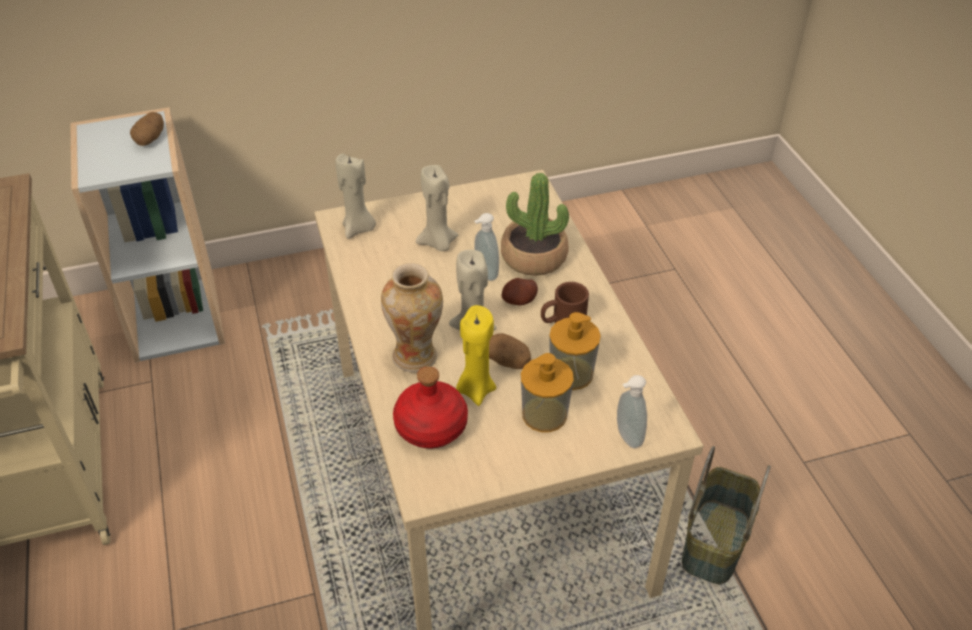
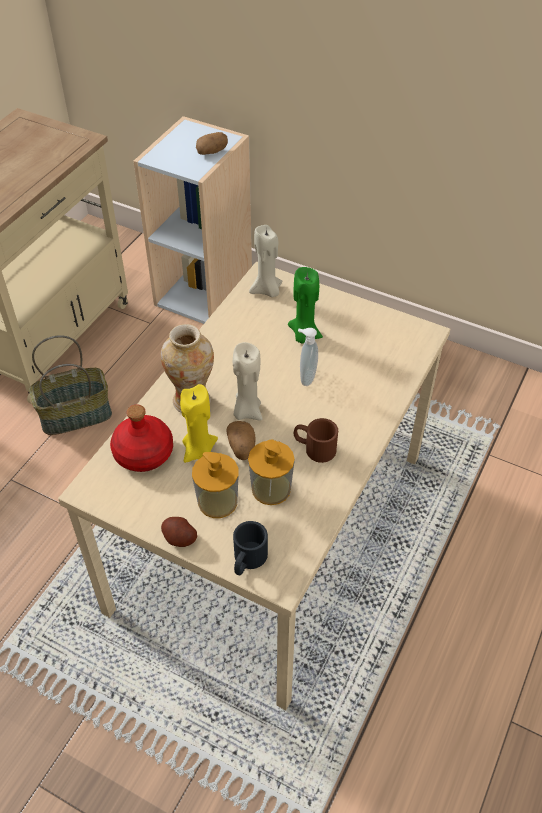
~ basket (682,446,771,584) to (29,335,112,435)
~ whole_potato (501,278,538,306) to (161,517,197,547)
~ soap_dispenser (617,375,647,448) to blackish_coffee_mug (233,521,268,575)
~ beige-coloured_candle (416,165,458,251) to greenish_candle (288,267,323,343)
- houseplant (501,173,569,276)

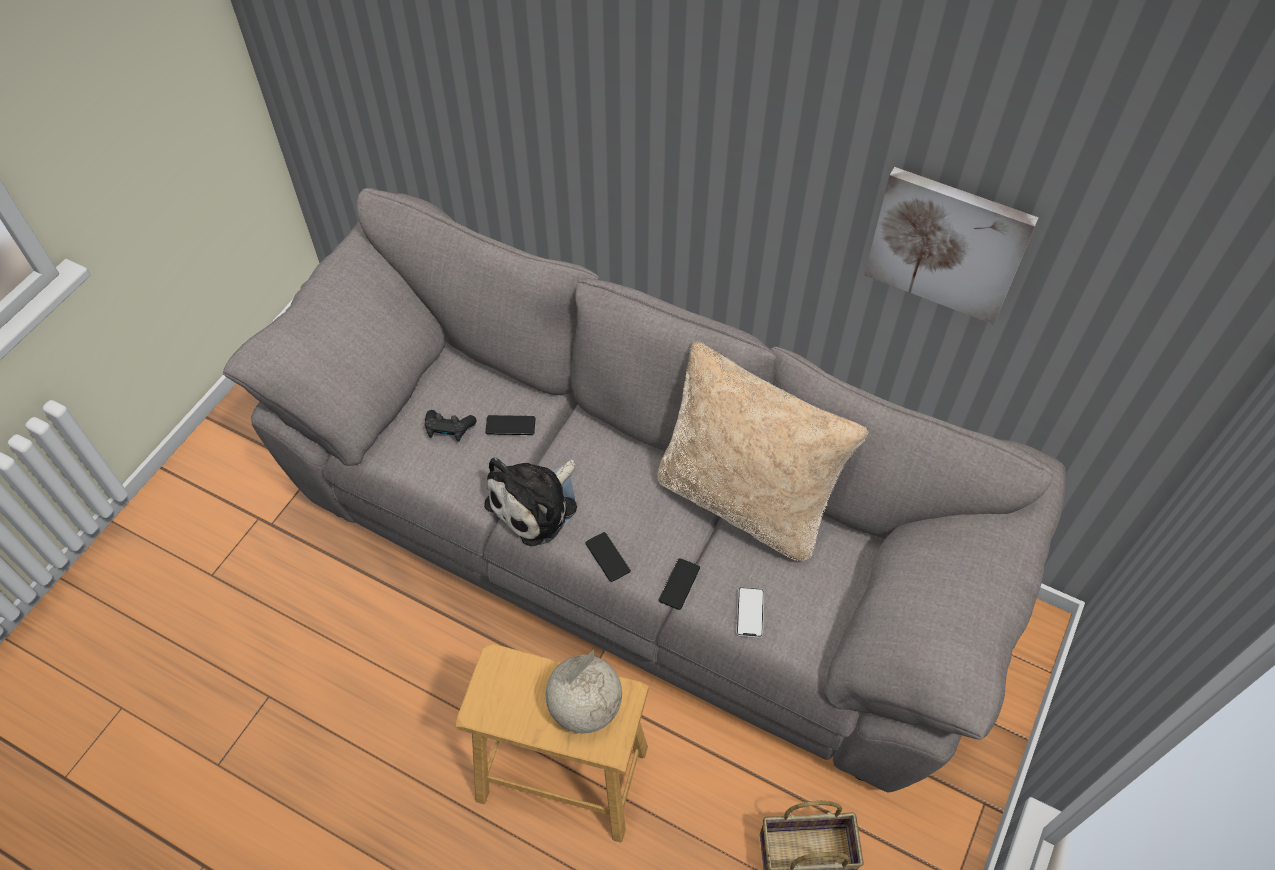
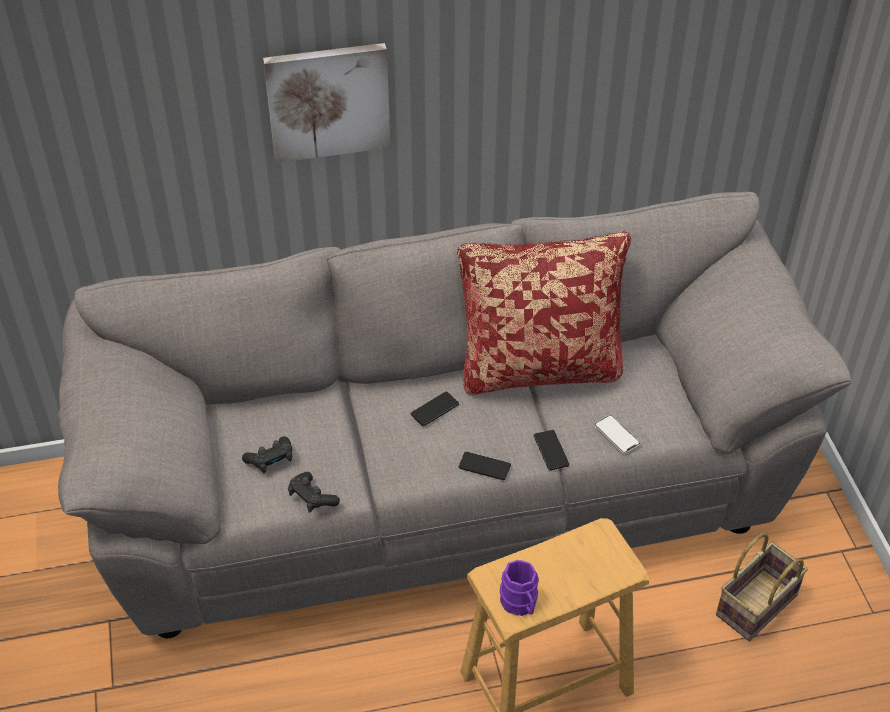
~ wall_art (864,167,1039,325) to (263,43,391,163)
+ blackish_game_controller (288,472,340,513)
~ handset (485,415,536,435) to (411,392,459,426)
~ beige-coloured_cushion (657,341,869,561) to reddish_cushion (457,231,631,395)
+ purplish_coffee_mug (500,560,539,616)
- soft_toy (484,458,577,546)
- globe (546,650,622,733)

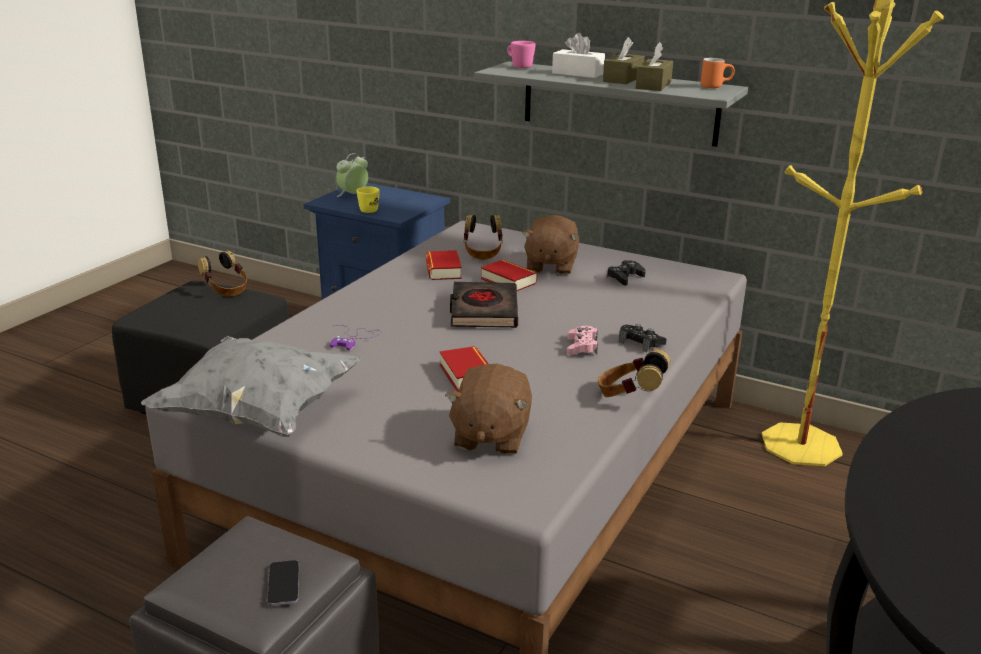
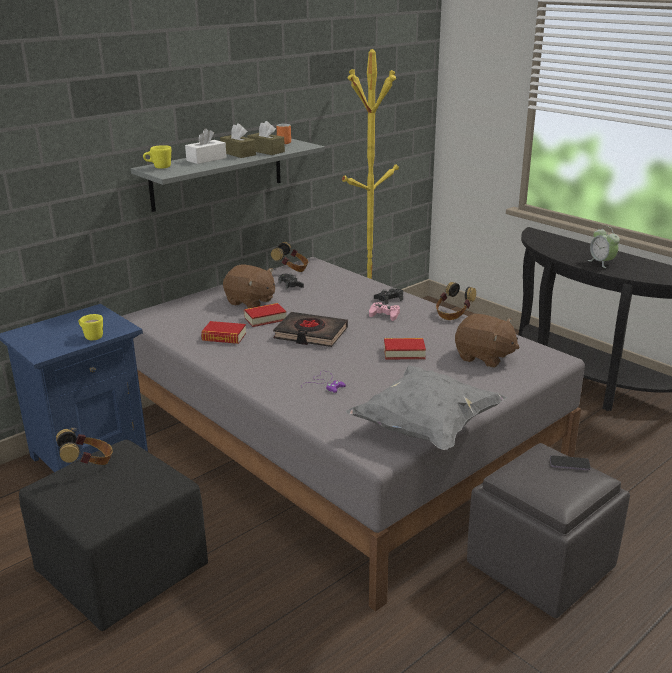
~ pink-coloured_coffee_mug (507,41,536,68) to yellow-coloured_coffee_mug (143,145,171,169)
~ headset (464,215,503,260) to (271,242,308,272)
~ table_clock (336,153,368,197) to (588,226,620,268)

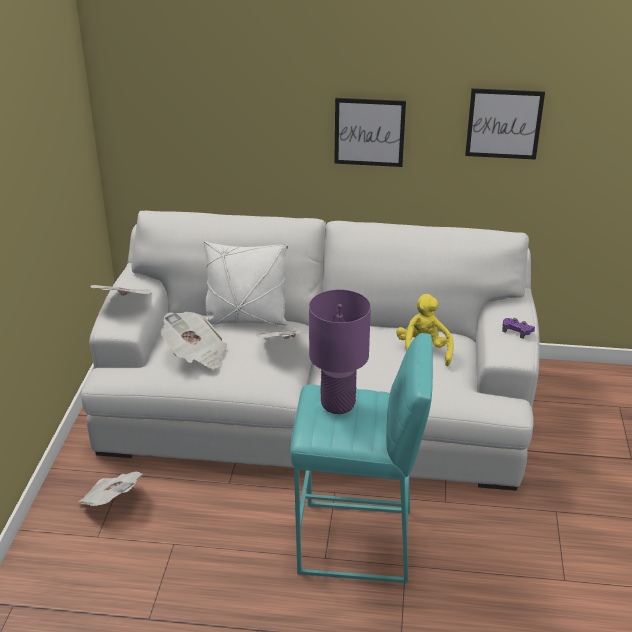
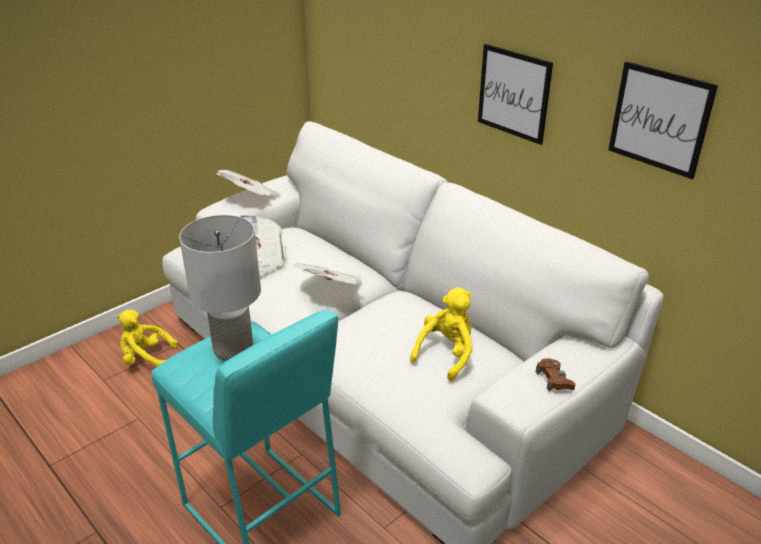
~ daily_paper (79,471,143,506) to yellow-coloured_soft_toy (117,310,178,367)
~ purplish_table_lamp (309,289,371,414) to gray_table_lamp (179,215,261,361)
~ purplish_game_controller (502,318,535,339) to brown-coloured_game_controller (536,358,575,391)
- white_cushion (203,241,288,326)

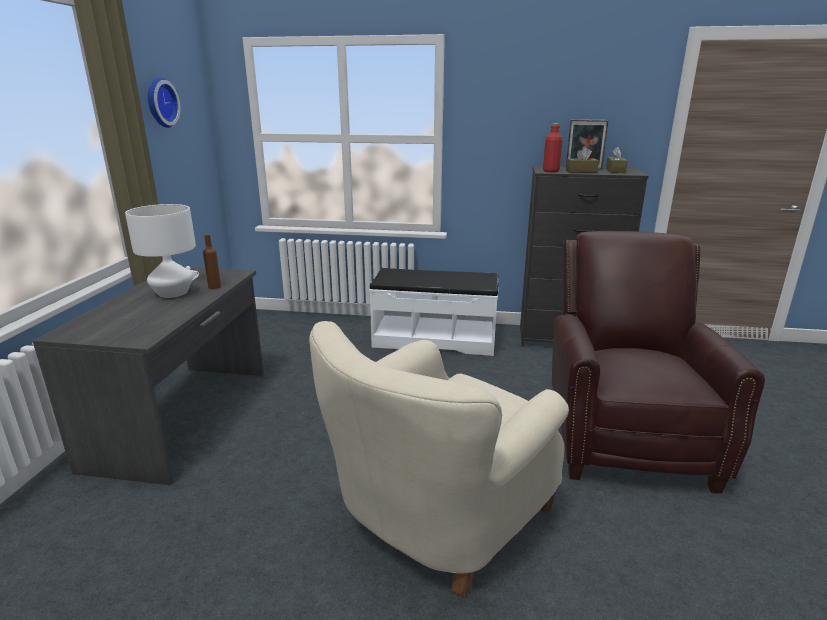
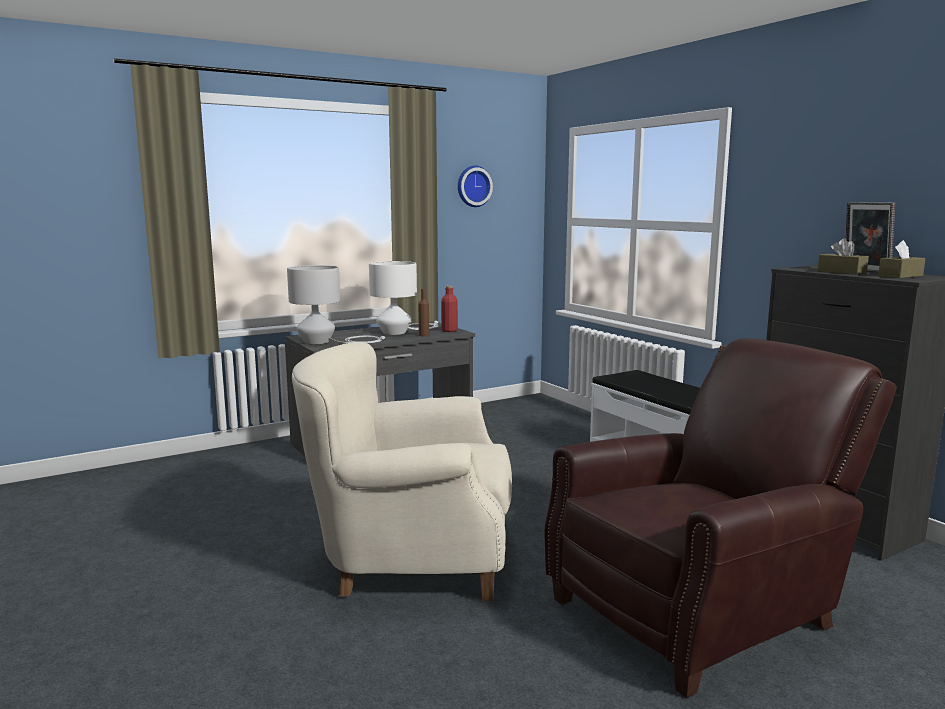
+ gray_table_lamp (287,265,385,345)
~ reddish_beverage_bottle (543,124,563,172) to (441,286,458,332)

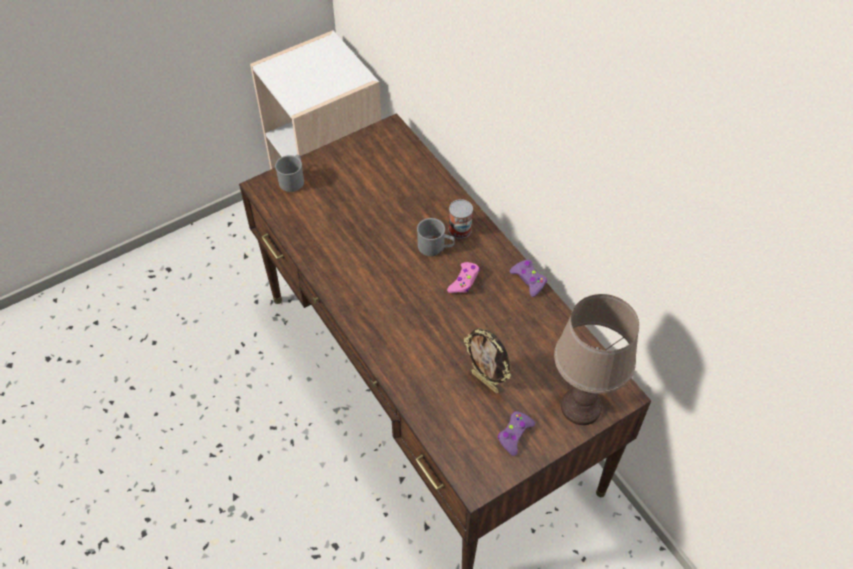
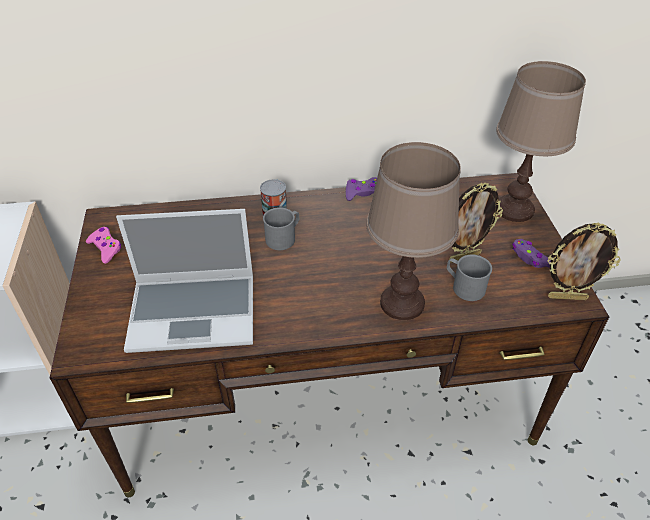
~ pink-coloured_game_controller (447,262,480,293) to (86,227,121,264)
+ laptop (116,209,253,353)
+ brown-coloured_table_lamp (366,142,461,320)
~ gray_coffee_mug (275,155,304,192) to (447,255,492,301)
+ standing_frame (547,222,621,300)

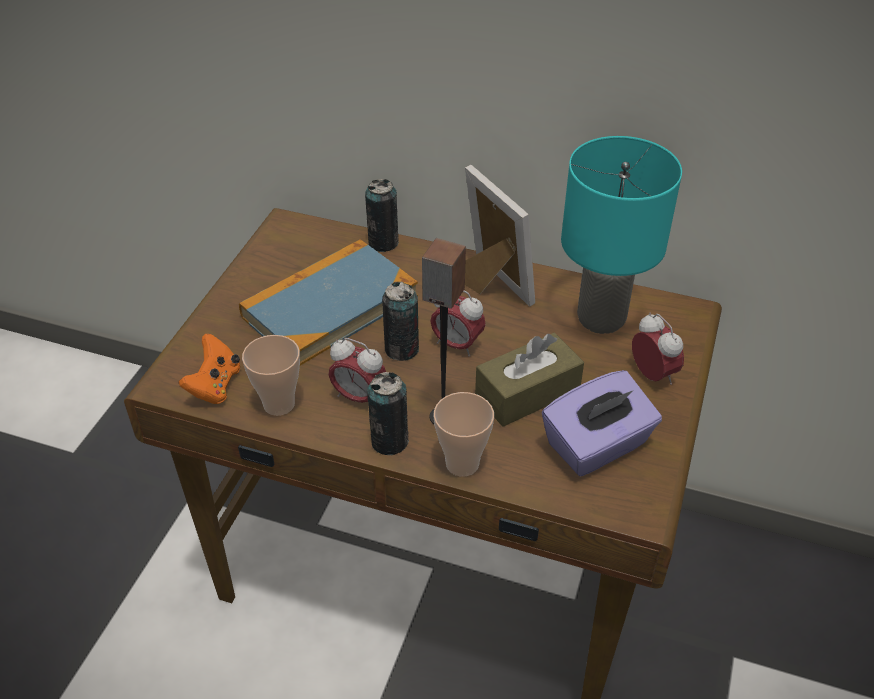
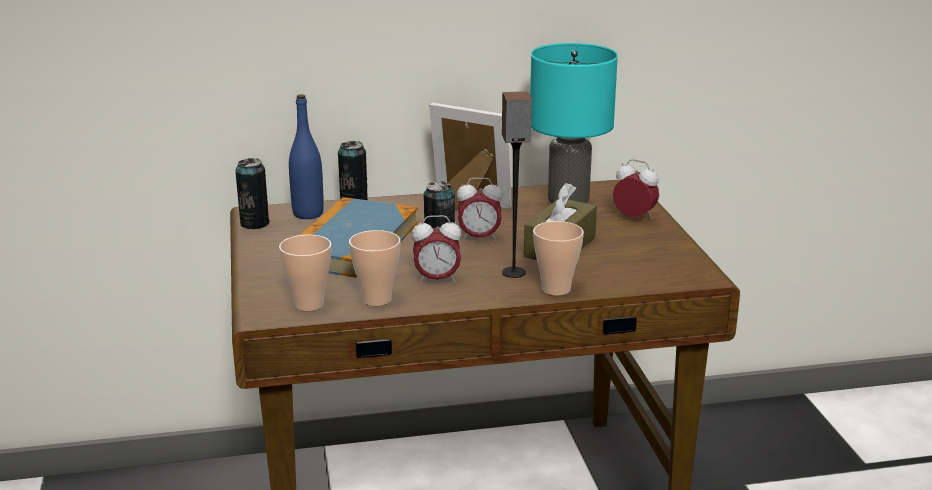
~ sealed_can (367,372,409,455) to (235,158,270,229)
~ orange-coloured_game_controller (179,334,240,404) to drinking_cup (279,235,332,311)
+ bluish_beverage_bottle (289,94,324,219)
- purplish_box_of_tissues (542,370,662,476)

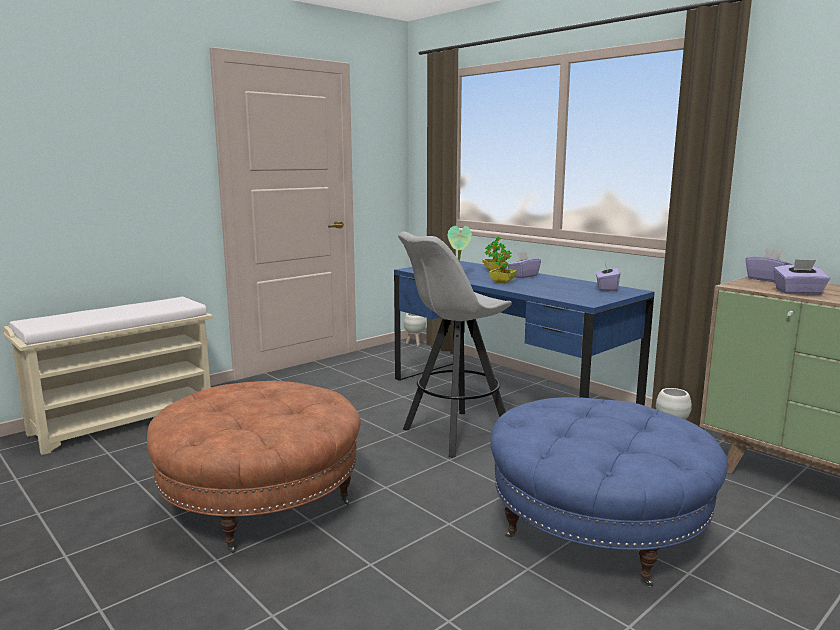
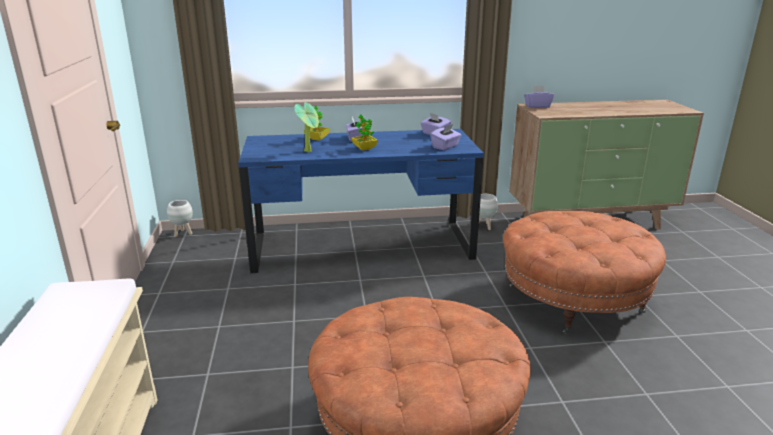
~ purplish_box_of_tissues (774,259,830,295) to (430,124,461,150)
~ bluish_ottoman (491,397,728,588) to brown-coloured_ottoman (503,211,666,334)
- gray_stool (398,232,512,458)

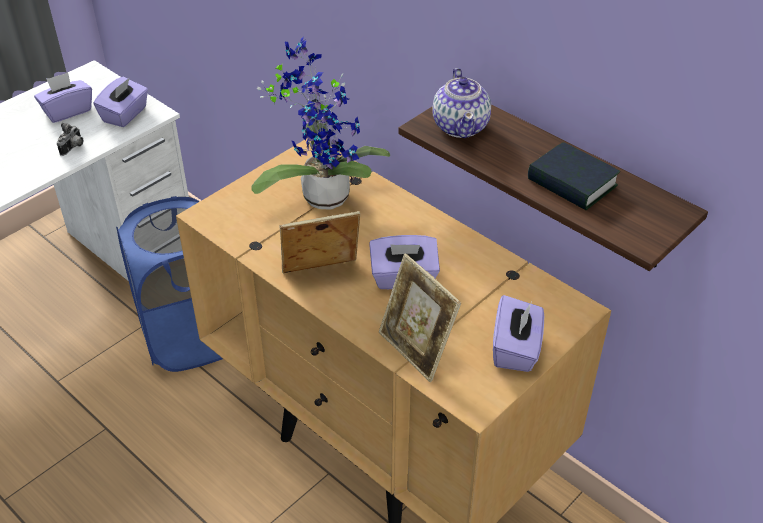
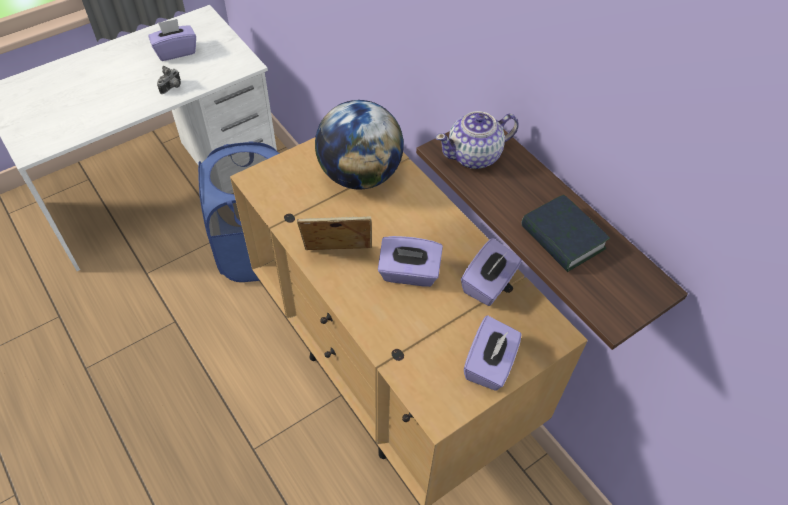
~ houseplant (251,37,390,210) to globe (315,100,404,189)
~ tea_pot (432,68,491,138) = (435,111,519,169) 60 degrees clockwise
~ purplish_box_of_tissues (93,77,148,127) to (461,238,522,306)
- standing_frame (379,254,461,382)

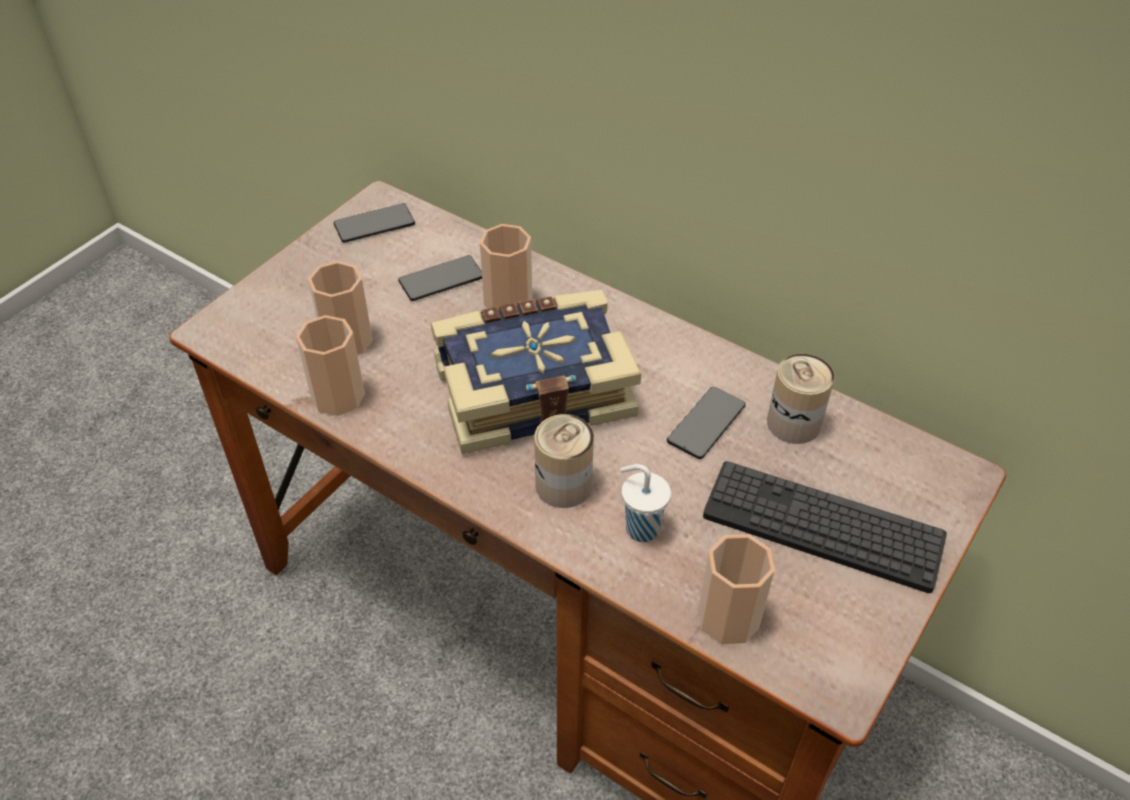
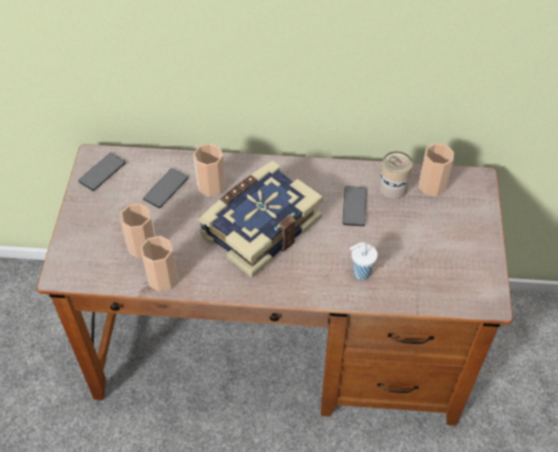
~ drinking_cup (698,534,775,644) to (418,143,454,197)
- sealed_can (534,414,594,508)
- computer_keyboard (703,461,947,593)

